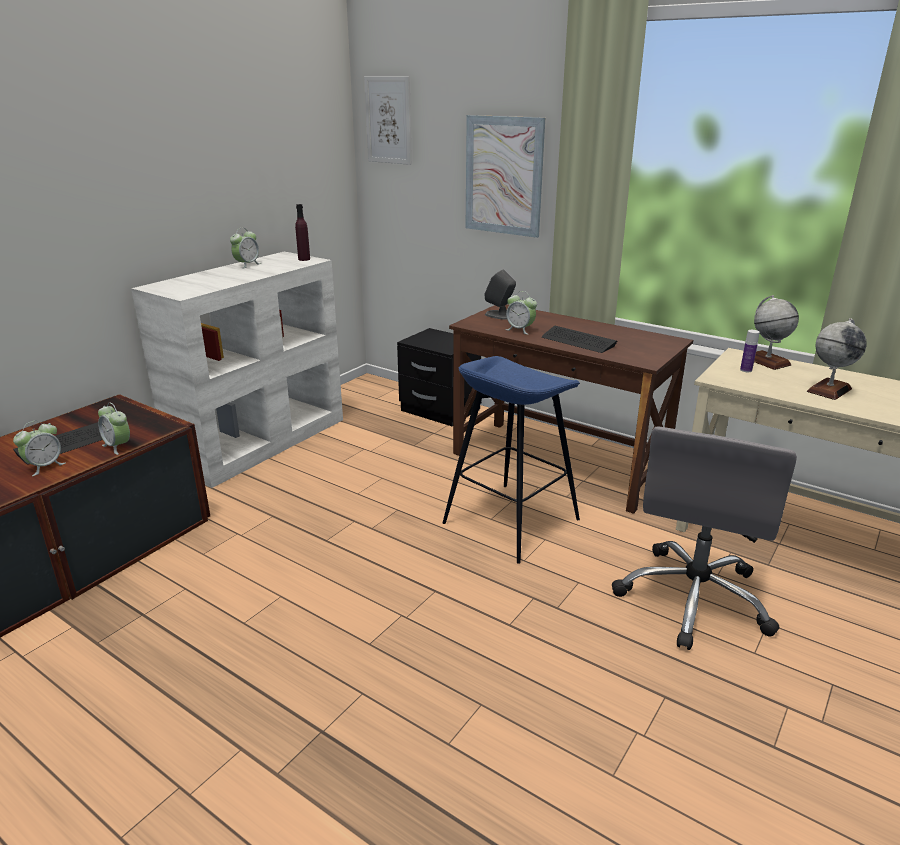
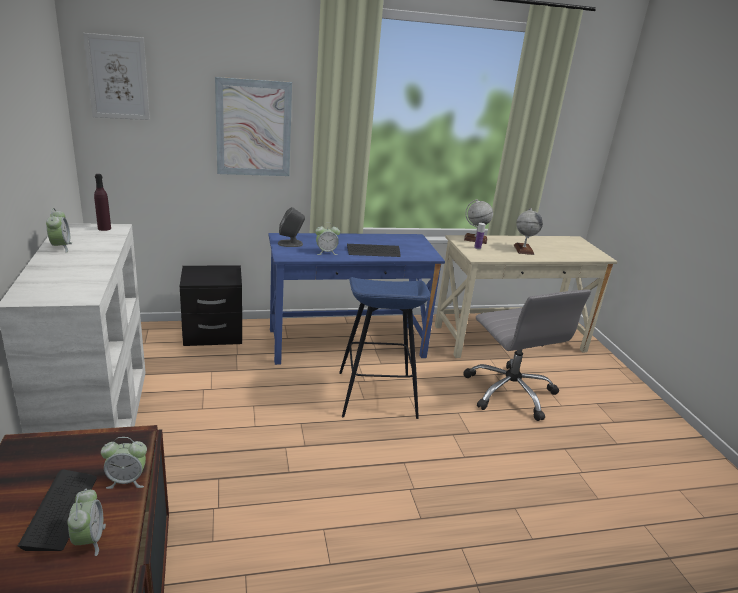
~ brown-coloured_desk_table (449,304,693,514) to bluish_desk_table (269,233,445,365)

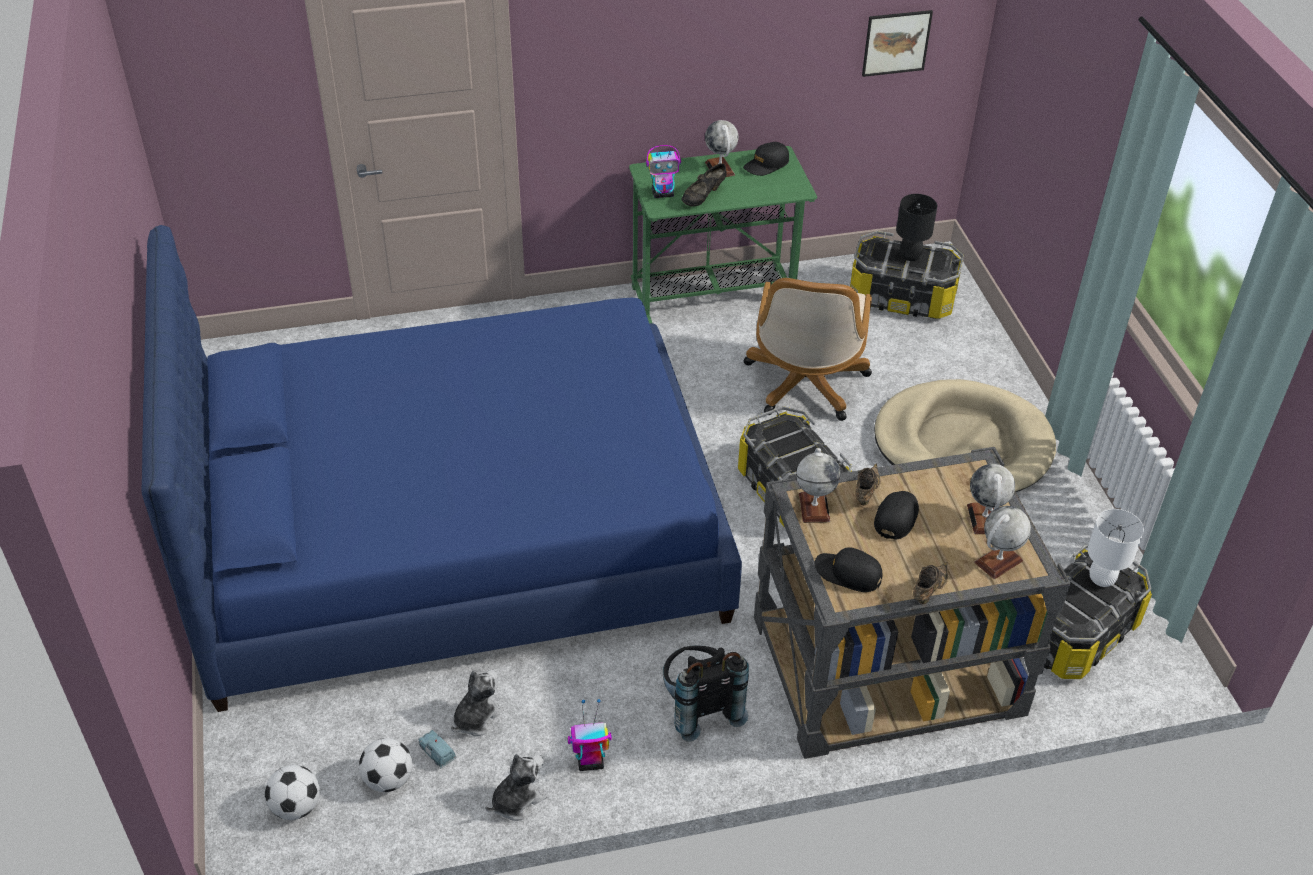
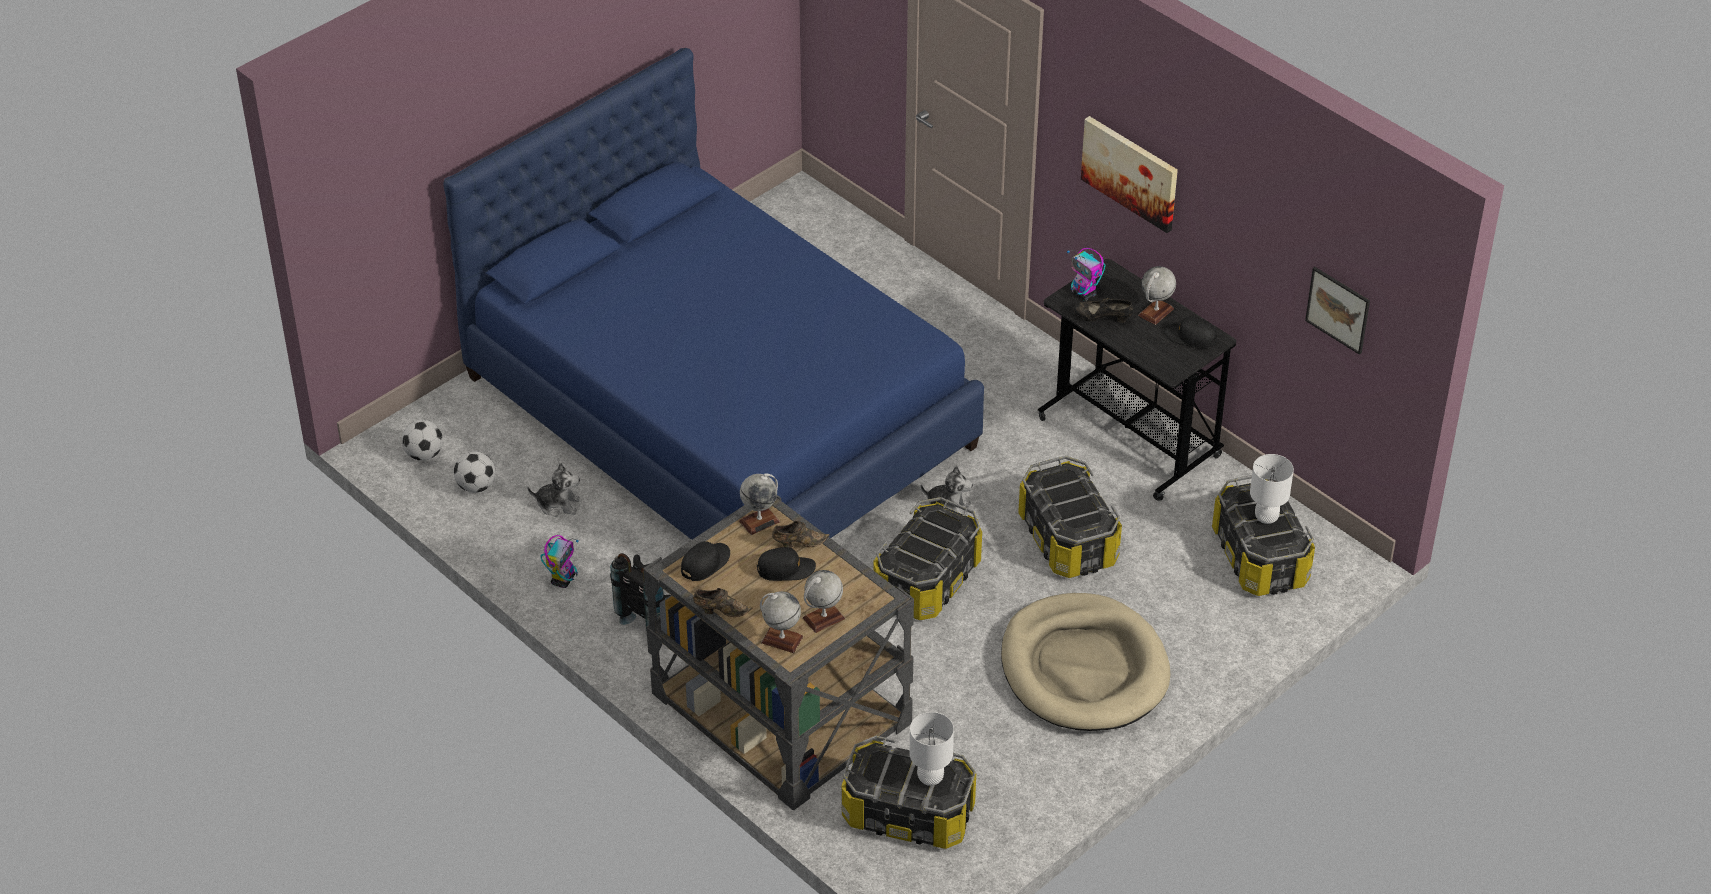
~ robot_figure (568,699,612,771) = (541,535,579,588) 60 degrees clockwise
~ blackish_baseball_cap (814,547,882,592) = (681,541,730,581) 45 degrees clockwise
~ soft_toy (485,754,546,821) to (921,466,973,515)
~ office_chair (744,278,872,421) to storage_container (1018,456,1122,578)
~ greenish_desk_table (629,146,817,323) to blackish_desk_table (1038,259,1236,501)
+ wall_art (1081,116,1178,233)
~ blackish_table_lamp (896,194,937,261) to white_table_lamp (1250,454,1294,524)
- bluish_toy_car (419,730,456,768)

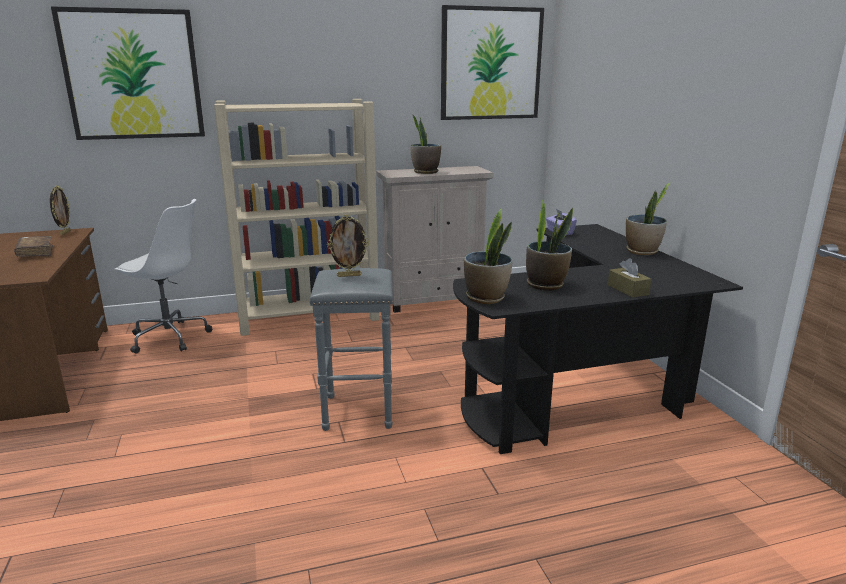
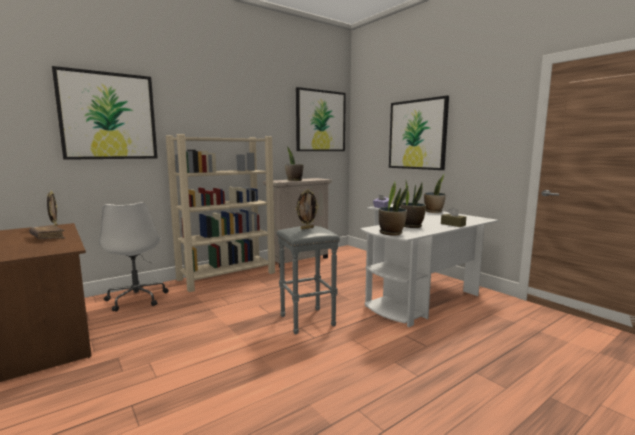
~ white_office_chair (114,199,213,354) = (99,203,169,311) 75 degrees clockwise
~ blackish_desk_table (453,224,743,454) to white_desk_table (360,204,499,327)
+ wall_art (389,96,449,170)

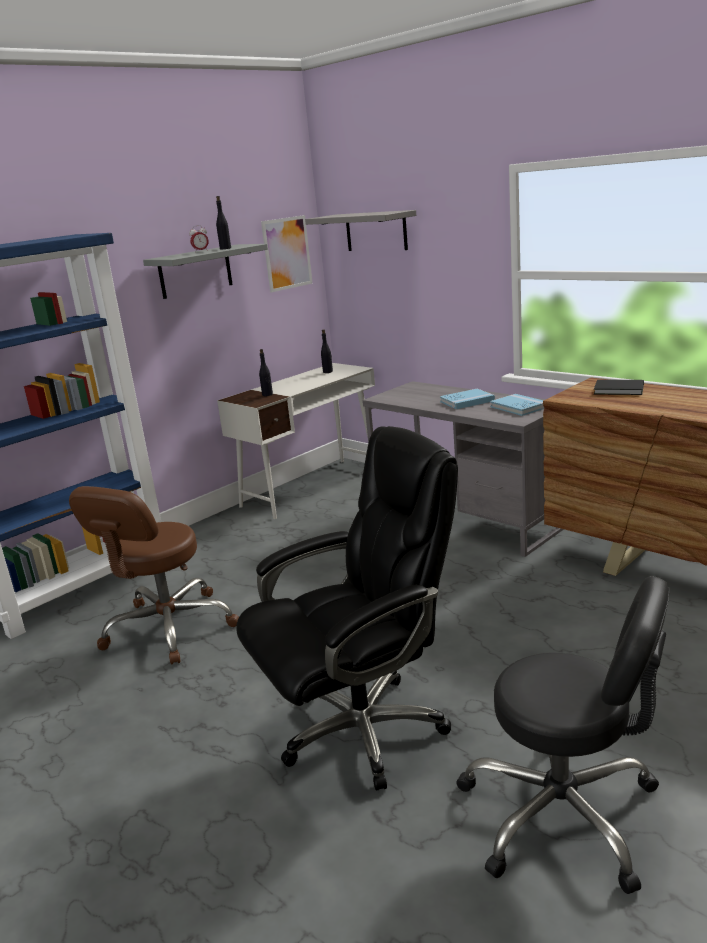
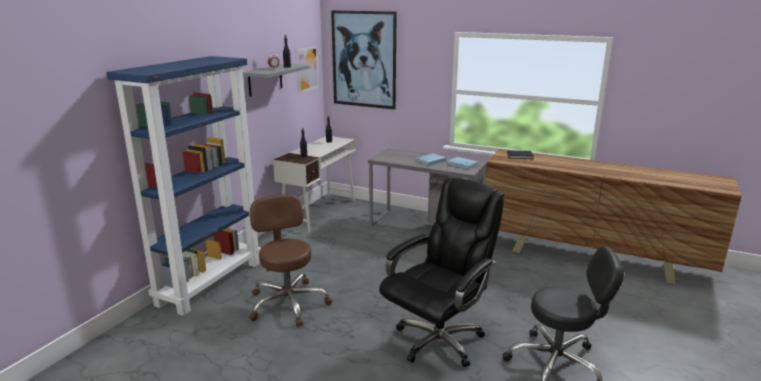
~ brown-coloured_office_chair (69,486,239,664) = (249,194,333,327) 150 degrees clockwise
~ gray_wall_shelf (305,210,416,251) to wall_art (331,10,397,109)

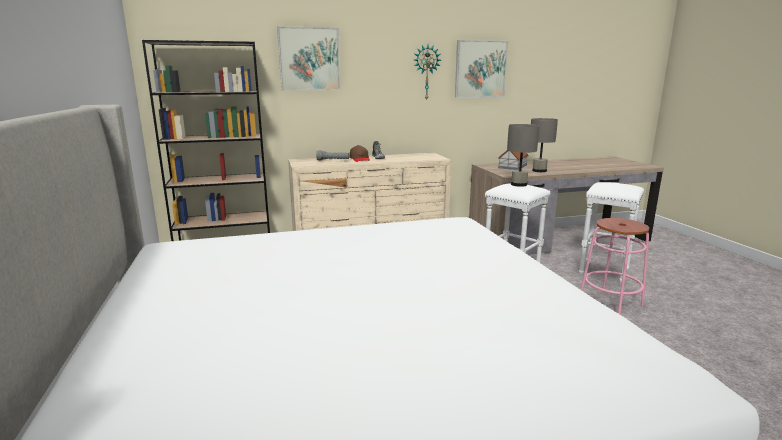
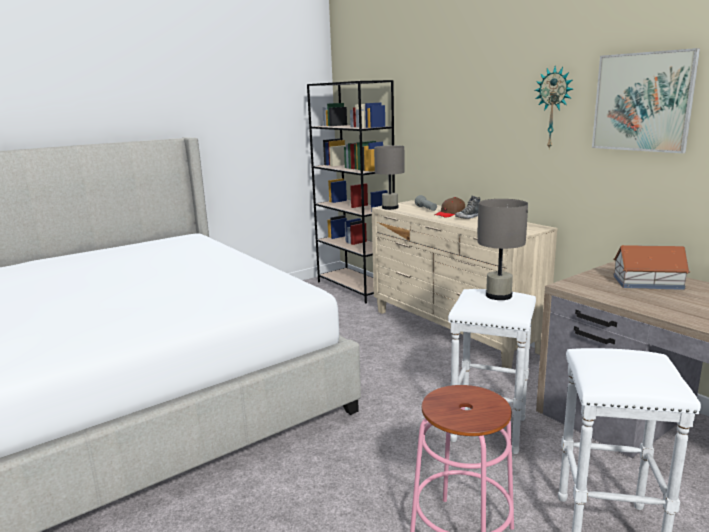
~ gray_table_lamp (531,118,558,172) to (374,145,405,210)
- wall_art (277,26,341,90)

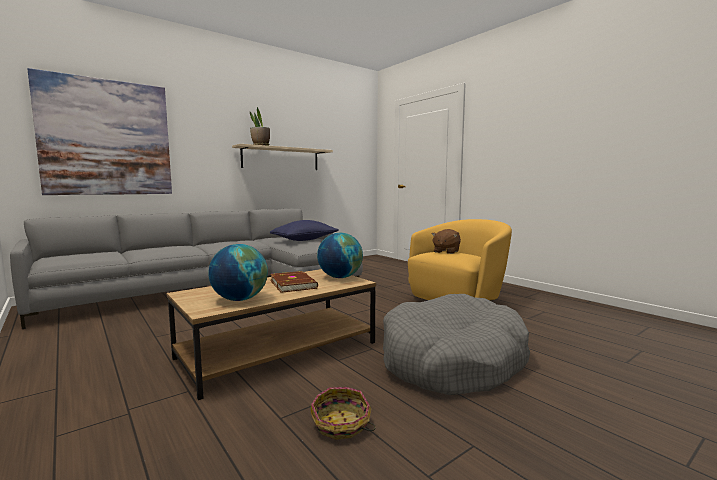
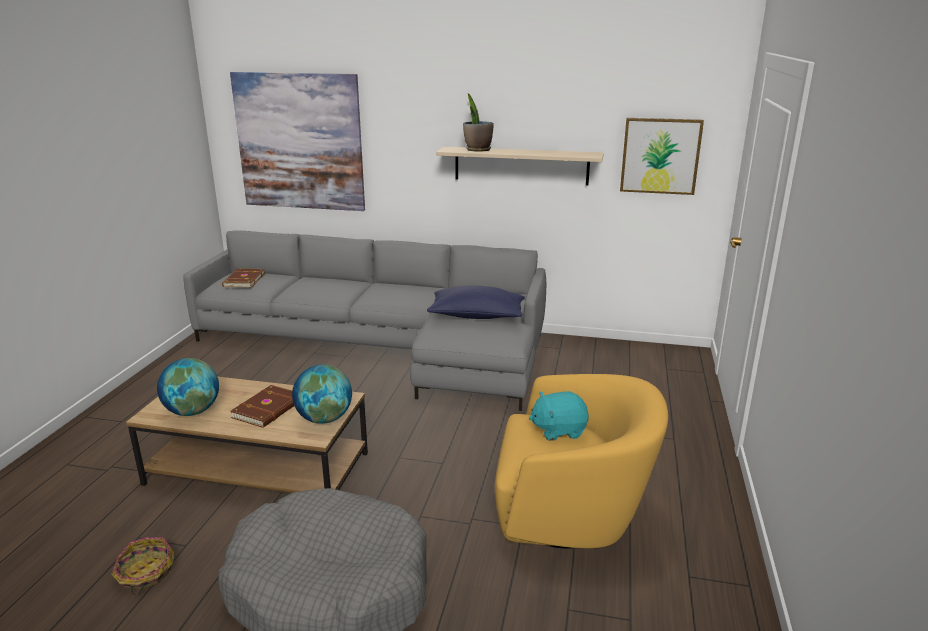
+ brown-coloured_bound_book (222,268,265,288)
~ brown-coloured_soft_toy (432,229,461,254) to turquoise-coloured_soft_toy (529,392,589,441)
+ wall_art (620,118,704,195)

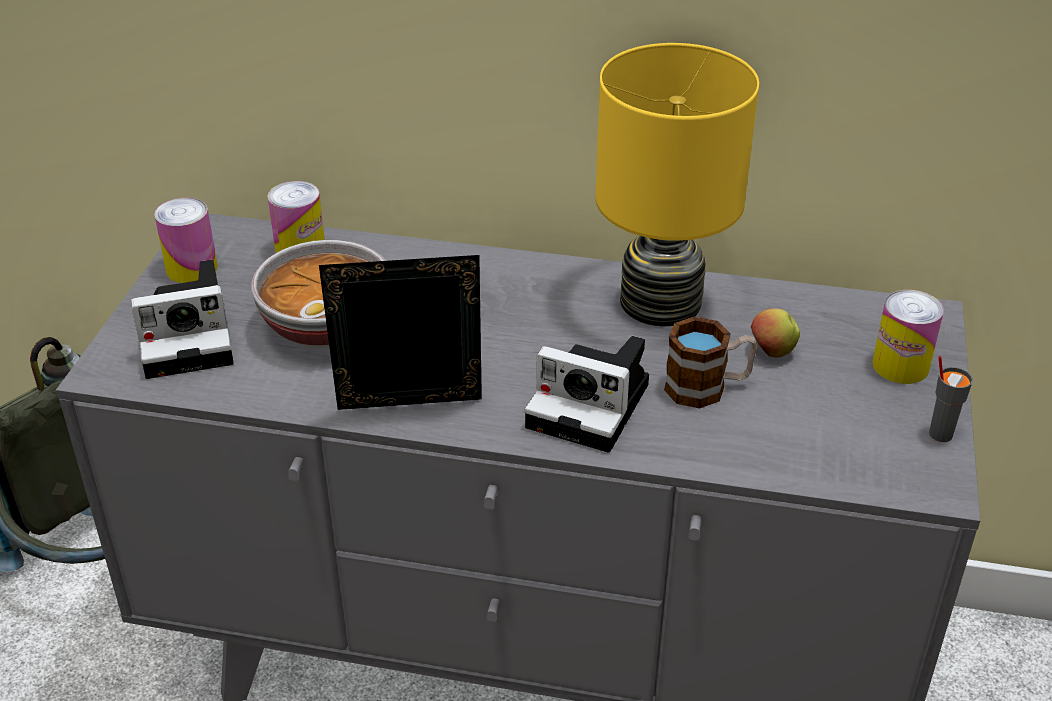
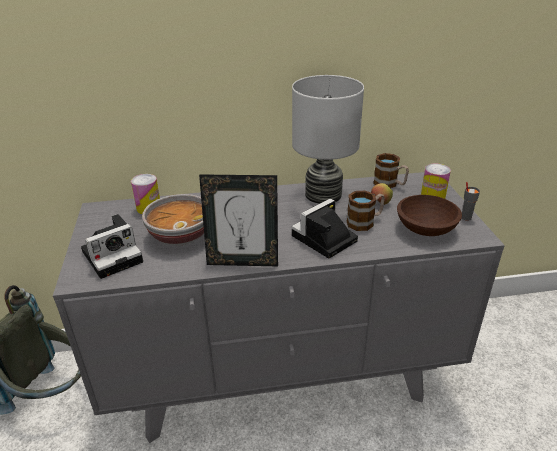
~ standing_frame (319,255,482,410) = (199,174,278,266) 150 degrees counterclockwise
~ still_camera (525,336,649,453) = (291,199,358,258) 135 degrees clockwise
~ yellow-coloured_table_lamp (595,43,759,326) to gray_table_lamp (292,75,364,204)
+ coffee_mug (373,153,409,188)
+ brown-coloured_bowl (397,195,462,236)
- sealed_can (154,198,218,283)

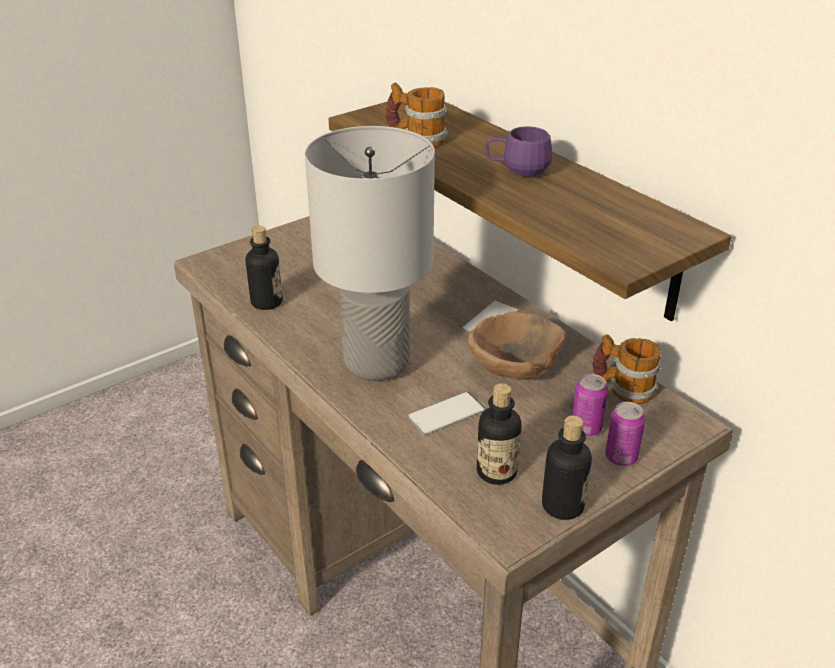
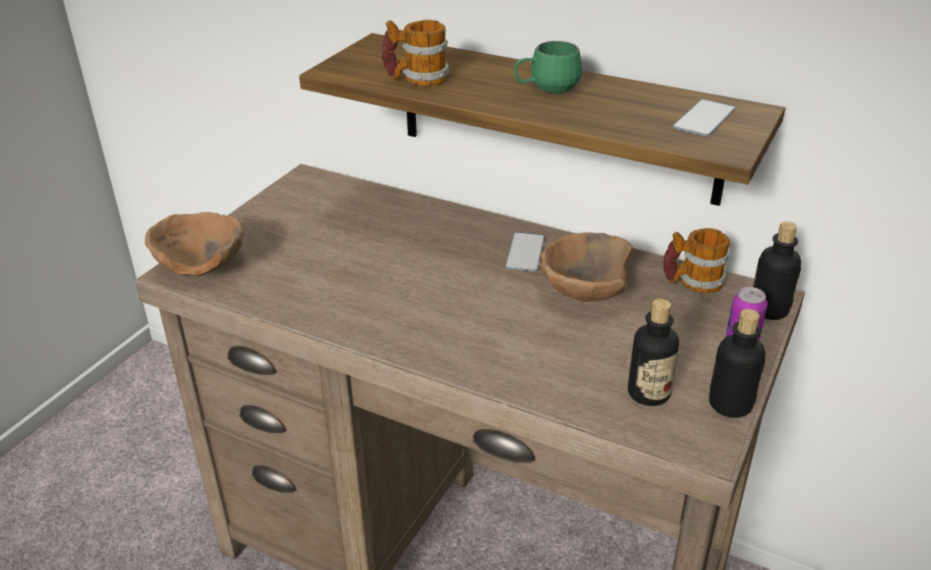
+ brown-coloured_bowl (145,212,244,276)
~ purplish_coffee_mug (485,126,552,177) to greenish_coffee_mug (514,41,582,93)
~ handset (407,392,486,435) to (673,99,736,136)
~ beverage_bottle (245,226,283,310) to (753,222,801,320)
- gray_table_lamp (305,126,435,381)
- sealed_can (572,374,608,436)

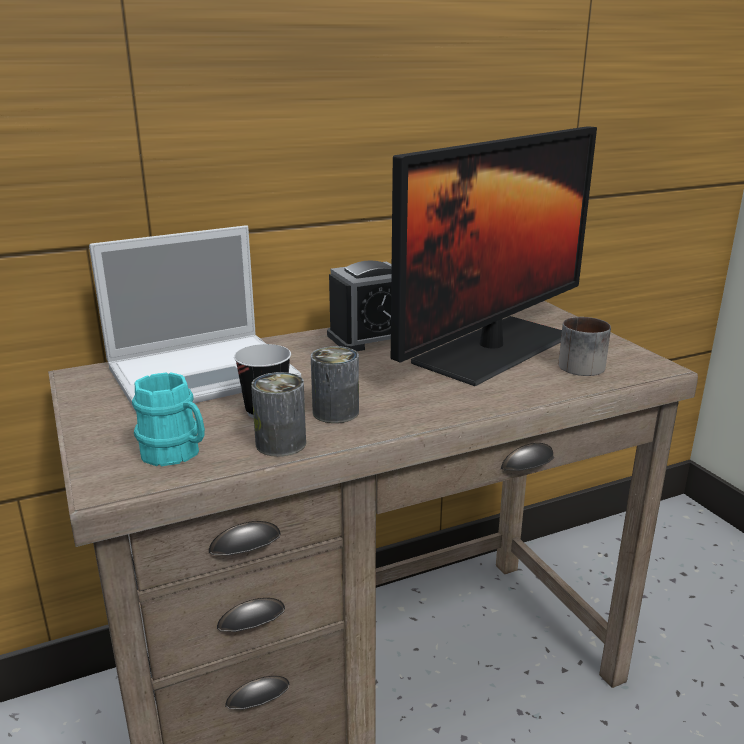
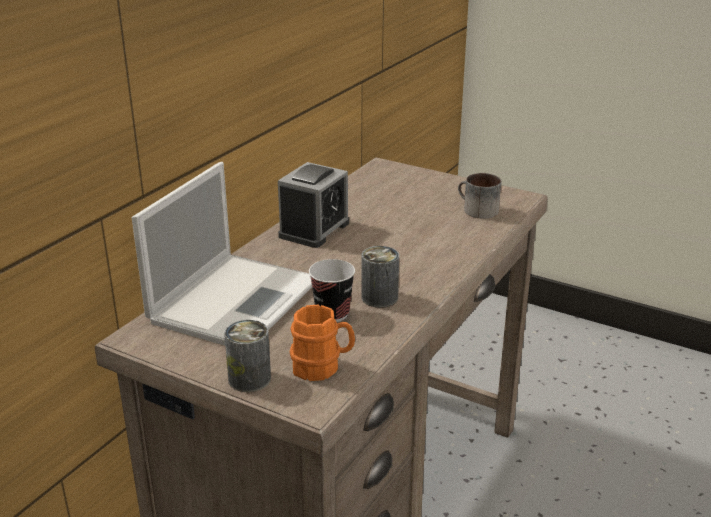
~ sealed_can (251,372,306,457) to (224,320,271,392)
~ turquoise-coloured_coffee_mug (132,372,205,466) to orange-coloured_coffee_mug (290,305,355,381)
- monitor (391,126,597,386)

